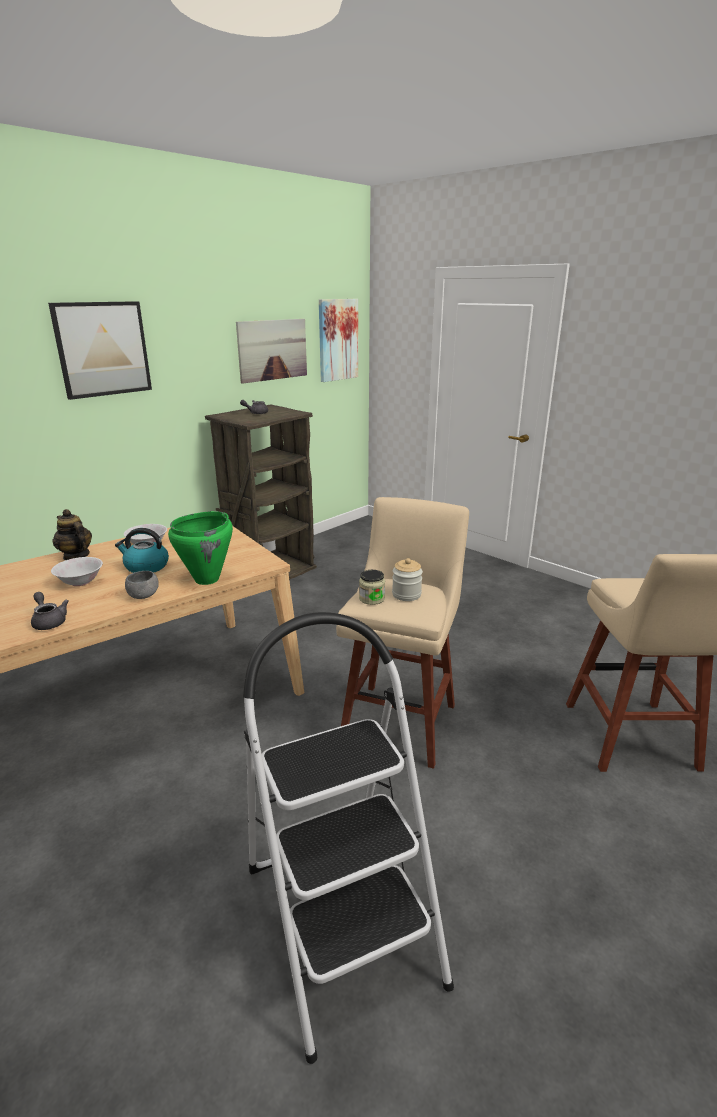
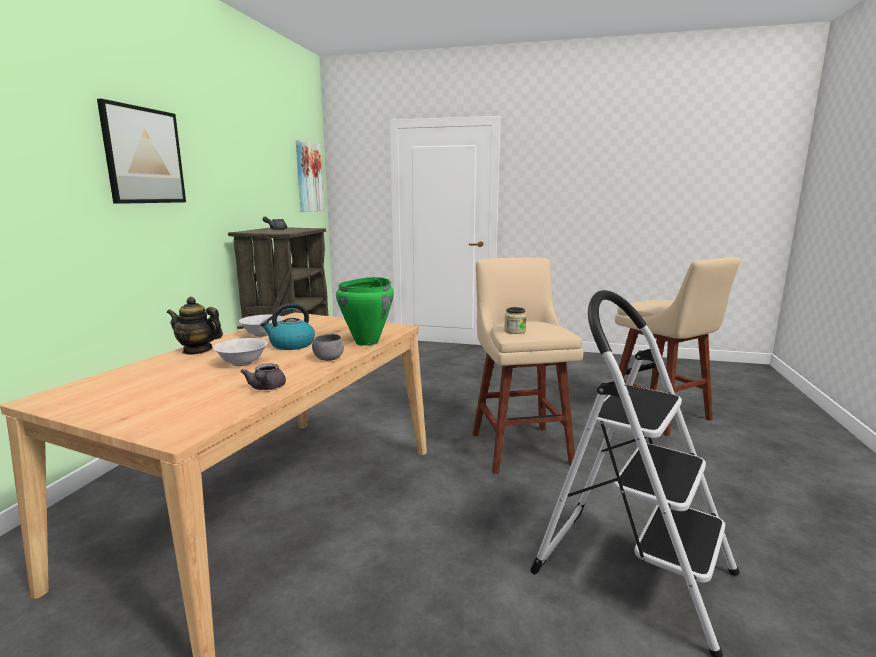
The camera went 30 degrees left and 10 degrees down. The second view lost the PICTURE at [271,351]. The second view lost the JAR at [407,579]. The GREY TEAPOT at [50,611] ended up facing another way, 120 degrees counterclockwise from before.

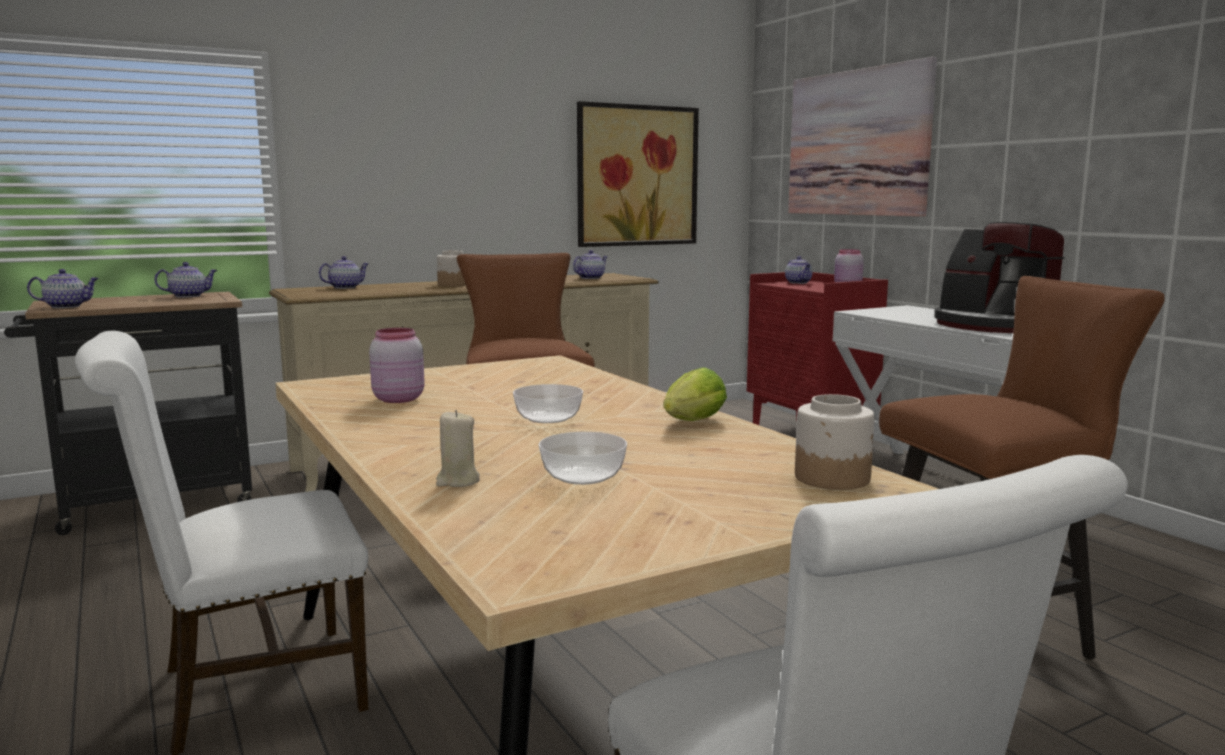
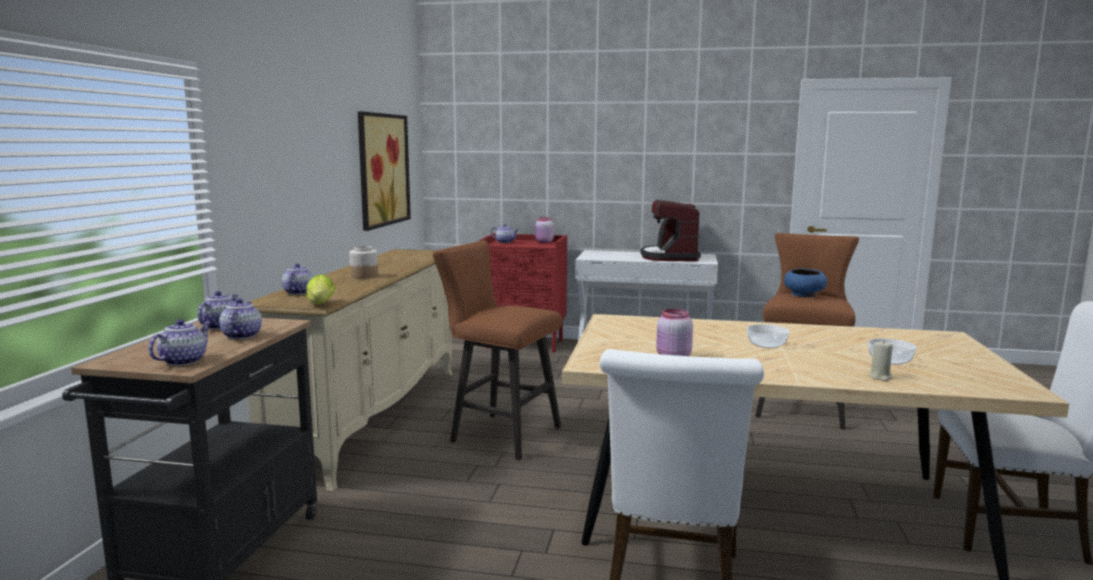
The camera went 50 degrees left and 0 degrees up. The second view lost the PICTURE at [862,137]. The second view lost the JAR at [835,442]. The second view gained the BLUE BOWL at [805,282]. The TEAPOT ended up elsewhere, having gone from [590,264] to [240,318]. The LETTUCE ended up elsewhere, having gone from [695,394] to [320,289]. The COFFEE MACHINE at [999,277] ended up facing another way, 90 degrees clockwise from before.

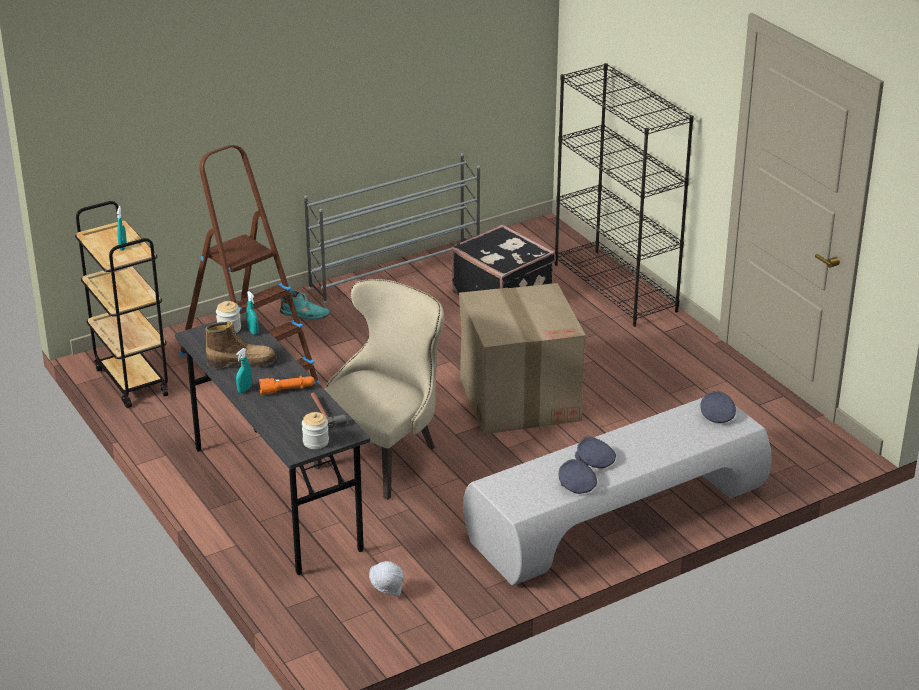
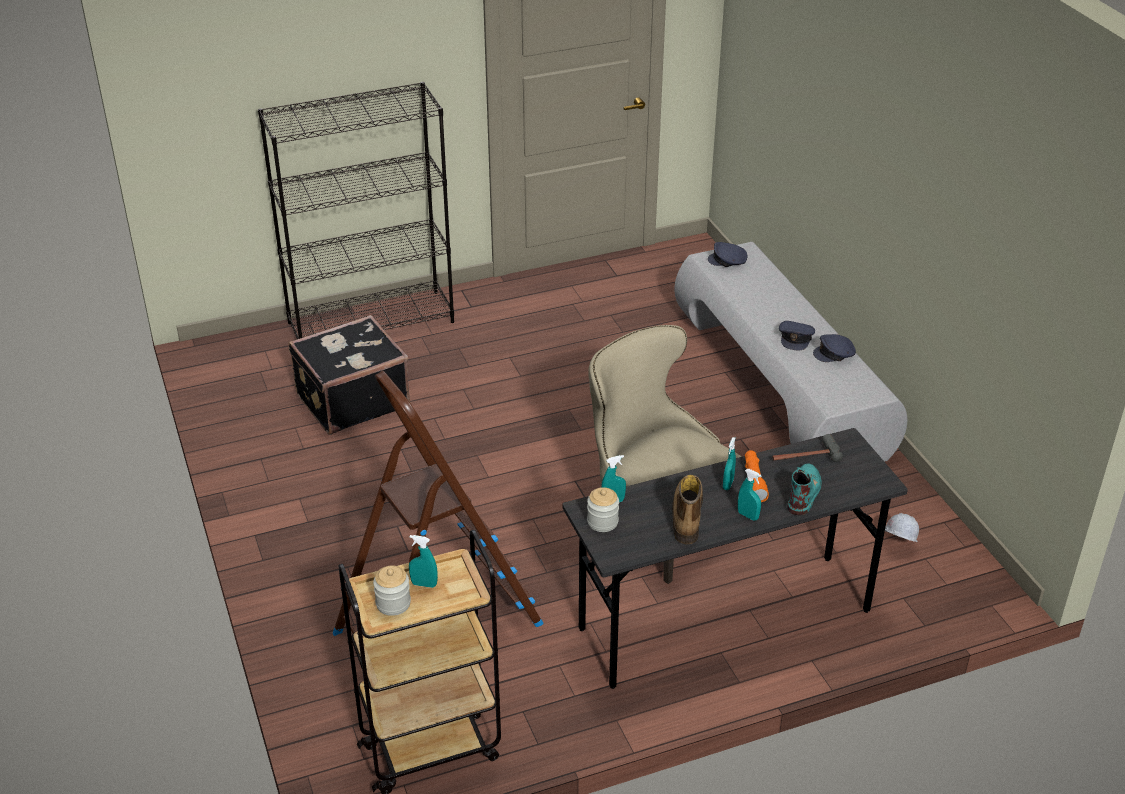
The camera went 80 degrees left and 5 degrees up. The second view lost the GREY SHOE RACK at [392,228]. The second view lost the CARDBOARD BOX at [522,358]. The second view gained the TURQUOISE SPRAY BOTTLE at [729,463]. The TURQUOISE BOOT ended up elsewhere, having gone from [305,304] to [804,489]. The JAR ended up elsewhere, having gone from [315,430] to [392,591]. The GREY CAP at [595,453] ended up facing another way, 45 degrees counterclockwise from before.

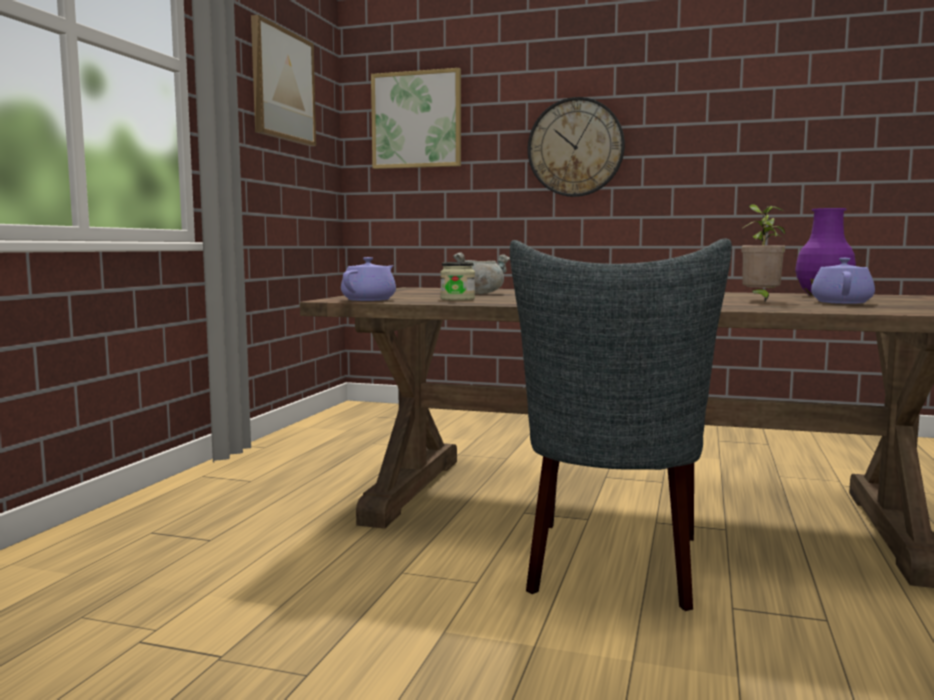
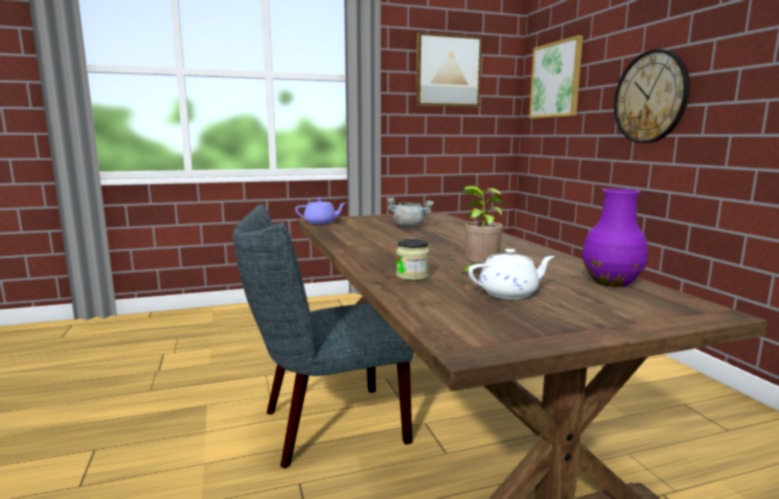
The camera went 55 degrees right and 5 degrees up. The JAR ended up elsewhere, having gone from [457,281] to [413,259]. What was the PURPLE TEAPOT at [843,281] turned into the WHITE TEAPOT at [511,274].

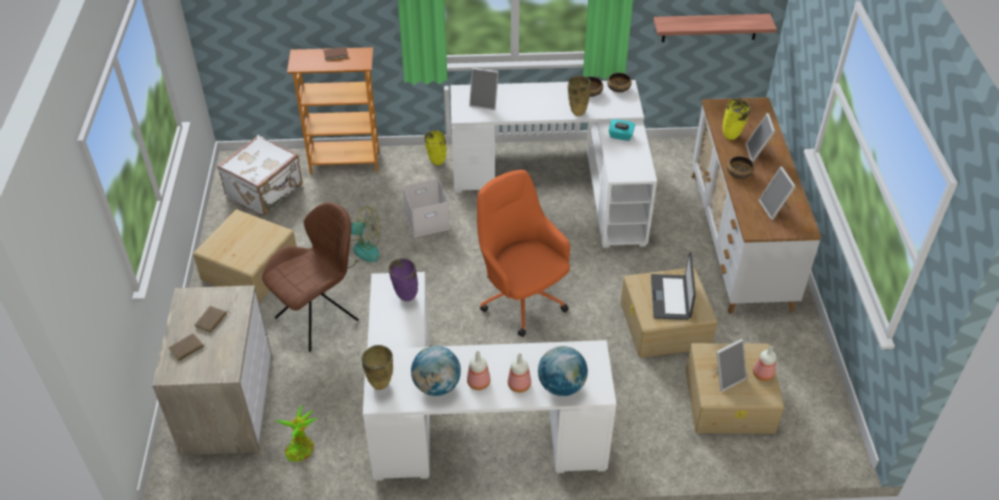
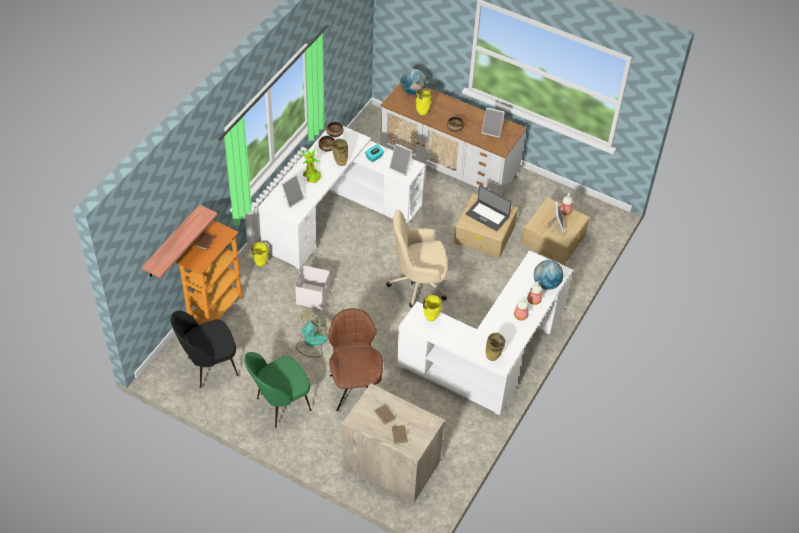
The camera went 60 degrees left and 5 degrees up. The POTTED PLANT ended up elsewhere, having gone from [296,433] to [311,166]. The GLOBE ended up elsewhere, having gone from [436,371] to [414,82]. The SHELF ended up elsewhere, having gone from [715,28] to [180,241]. The PICTURE FRAME ended up elsewhere, having gone from [760,137] to [400,159]. Where the BEIGE STORAGE BOX stood at [245,256], the GREEN CHAIR came to stand at [278,390]. Where the WHITE SUITCASE stood at [260,175], the BLACK CHAIR came to stand at [204,349]. What was the PURPLE VASE at [403,279] turned into the YELLOW VASE at [432,308]. What was the ORANGE OFFICE CHAIR at [523,253] turned into the BEIGE OFFICE CHAIR at [417,259].

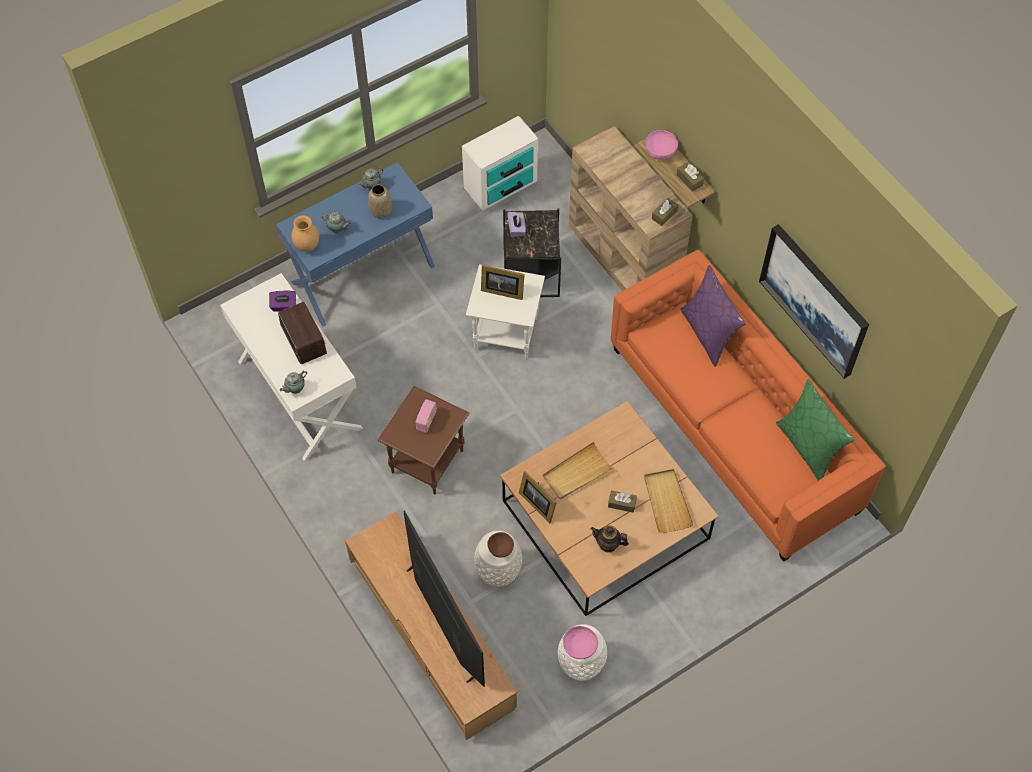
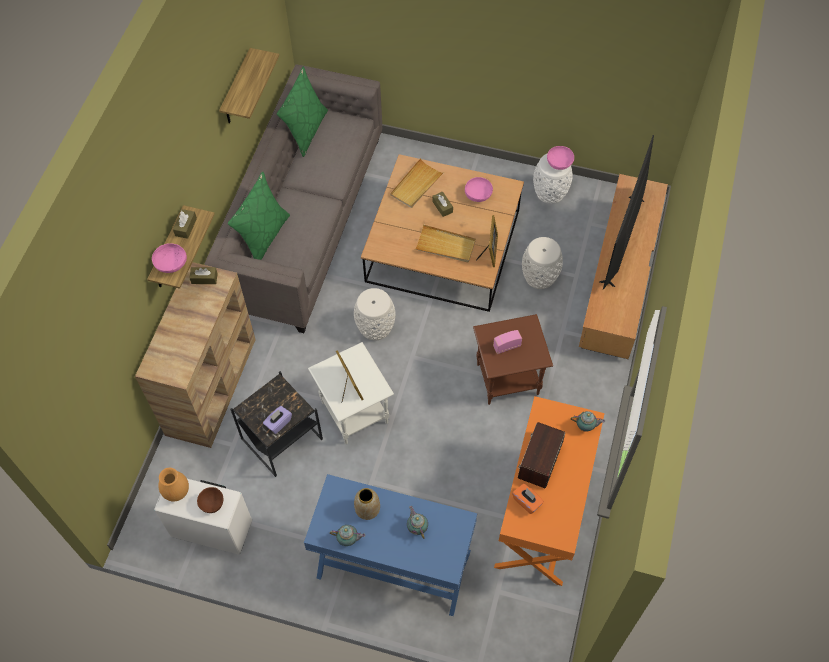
The camera went 130 degrees left and 0 degrees up. The second view gained the WHITE STOOL at [375,314]. The BROWN VASE ended up elsewhere, having gone from [305,233] to [173,485]. The BROWN BOWL ended up elsewhere, having gone from [500,545] to [210,500]. Where the TEAPOT stood at [610,539], the PINK BOWL came to stand at [479,189]. Where the PICTURE hung at [814,301], the SHELF came to hang at [249,85]. What was the WHITE CONSOLE TABLE at [291,367] turned into the ORANGE CONSOLE TABLE at [549,491]. What was the PURPLE TISSUE BOX at [282,301] turned into the ORANGE TISSUE BOX at [528,498]. What was the ORANGE SOFA at [748,406] turned into the GREY SOFA at [293,198]. What was the PURPLE PILLOW at [713,316] turned into the GREEN PILLOW at [259,215].

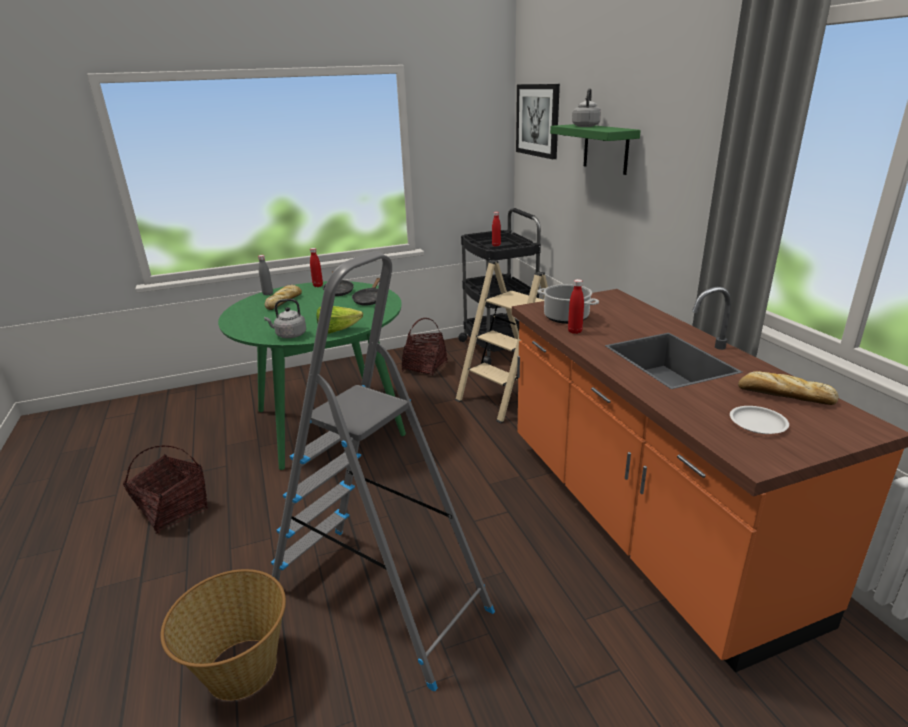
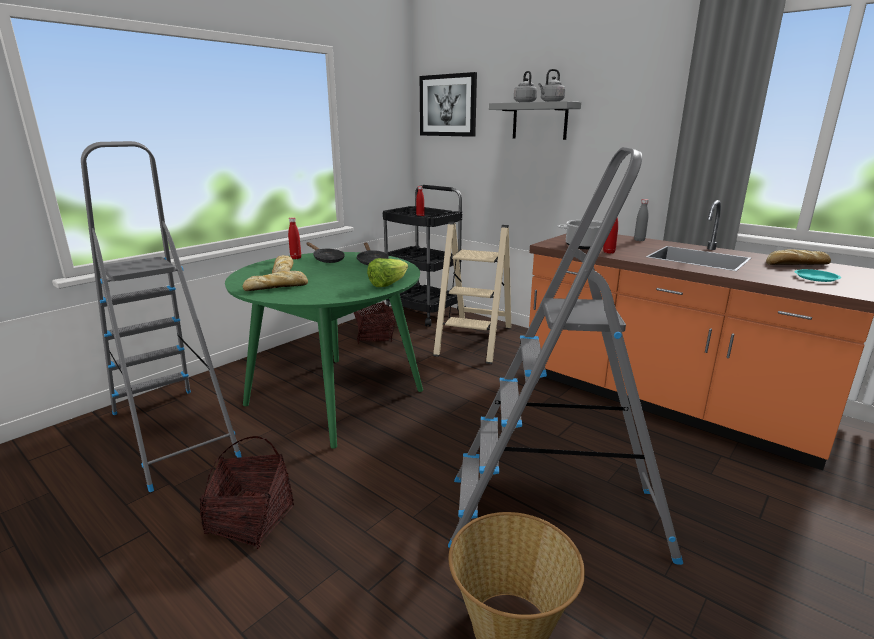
The camera went 30 degrees left and 5 degrees down. The second view gained the GREY STEP LADDER at [161,316]. The second view gained the BREAD at [275,281]. The GREY BOTTLE ended up elsewhere, having gone from [265,275] to [641,220]. The GREY KETTLE ended up elsewhere, having gone from [285,318] to [551,85]. What was the GREEN SHELF at [595,149] turned into the GREY SHELF at [535,120]. What was the WHITE PLATE at [759,420] turned into the TURQUOISE PLATE at [817,275].

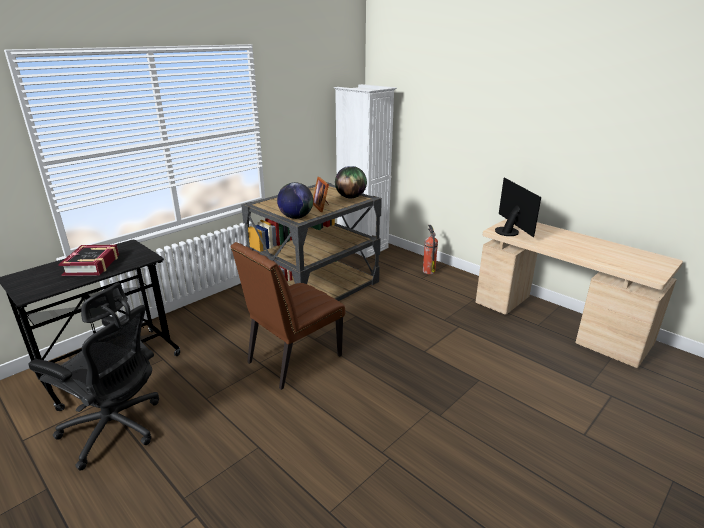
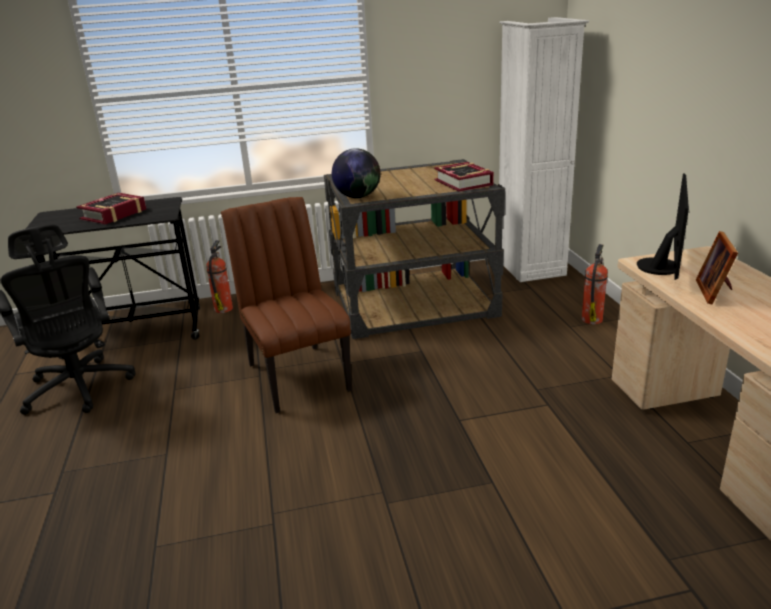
The camera went 35 degrees right and 0 degrees up. The second view gained the FIRE EXTINGUISHER at [219,276]. The PICTURE FRAME ended up elsewhere, having gone from [321,194] to [717,267]. Where the GLOBE stood at [351,182], the BOOK came to stand at [464,177]. The BROWN CHAIR at [288,316] ended up facing another way, 75 degrees clockwise from before.

